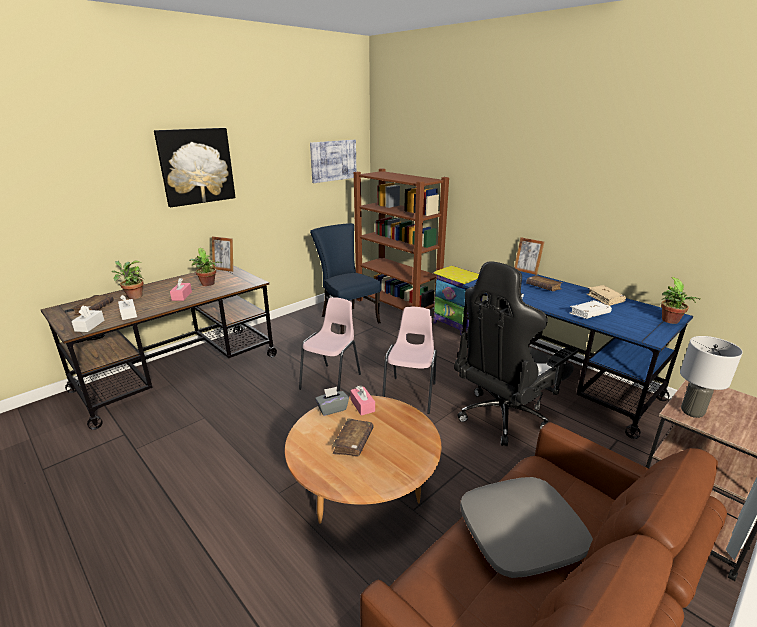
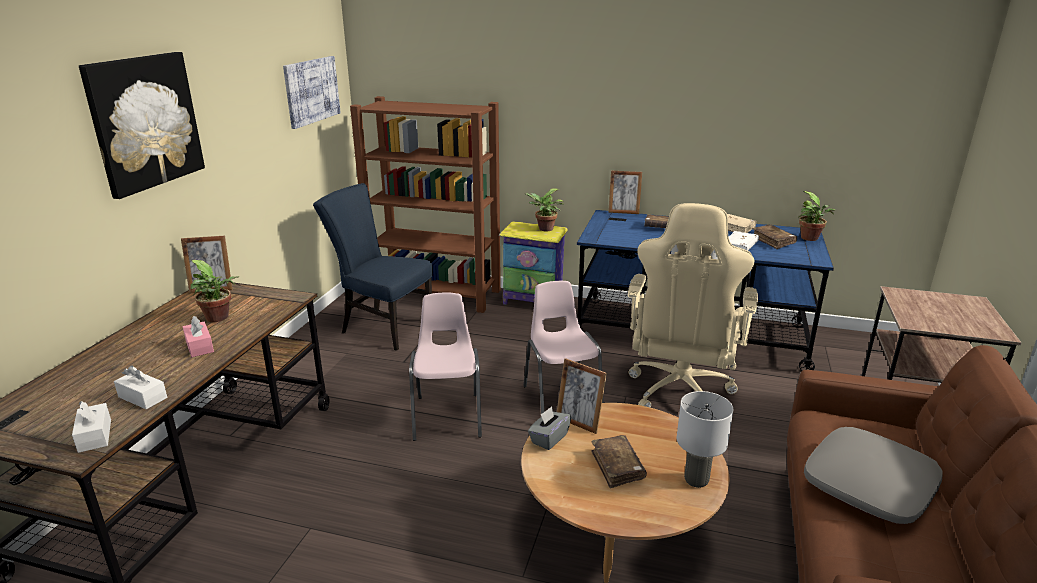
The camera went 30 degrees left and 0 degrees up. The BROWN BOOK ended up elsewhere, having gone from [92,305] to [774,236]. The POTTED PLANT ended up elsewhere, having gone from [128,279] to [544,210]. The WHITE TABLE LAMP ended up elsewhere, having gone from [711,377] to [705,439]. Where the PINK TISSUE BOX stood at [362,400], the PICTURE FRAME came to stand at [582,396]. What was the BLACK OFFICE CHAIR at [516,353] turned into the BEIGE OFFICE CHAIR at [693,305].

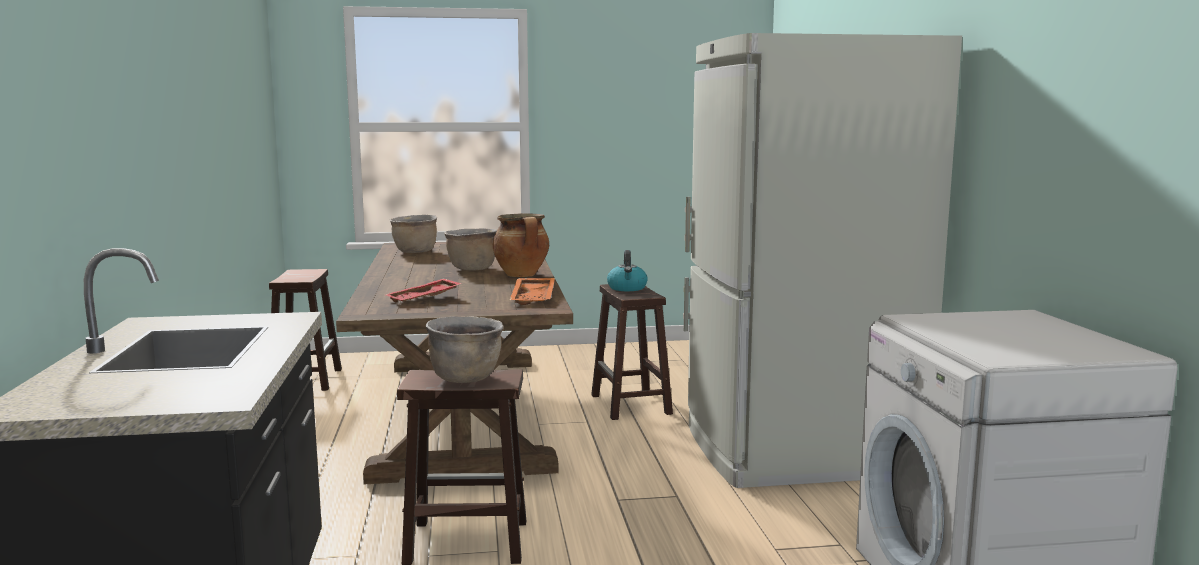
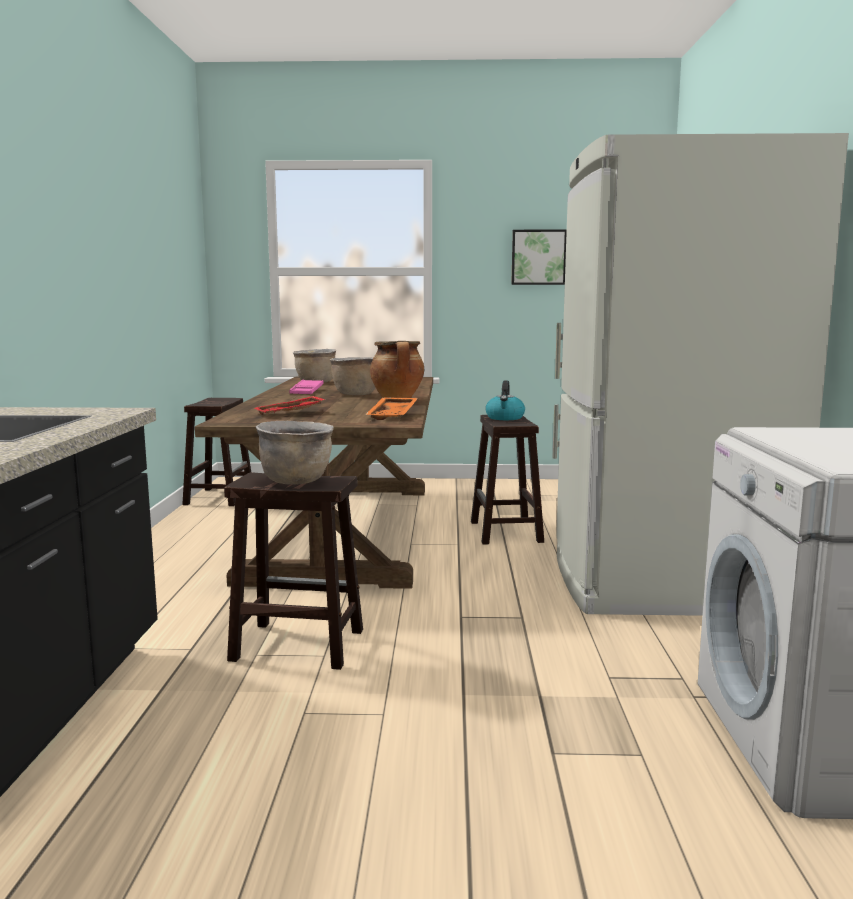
The camera went 10 degrees right and 0 degrees up. The second view gained the PINK TRAY at [306,386]. The second view gained the PICTURE at [539,257].

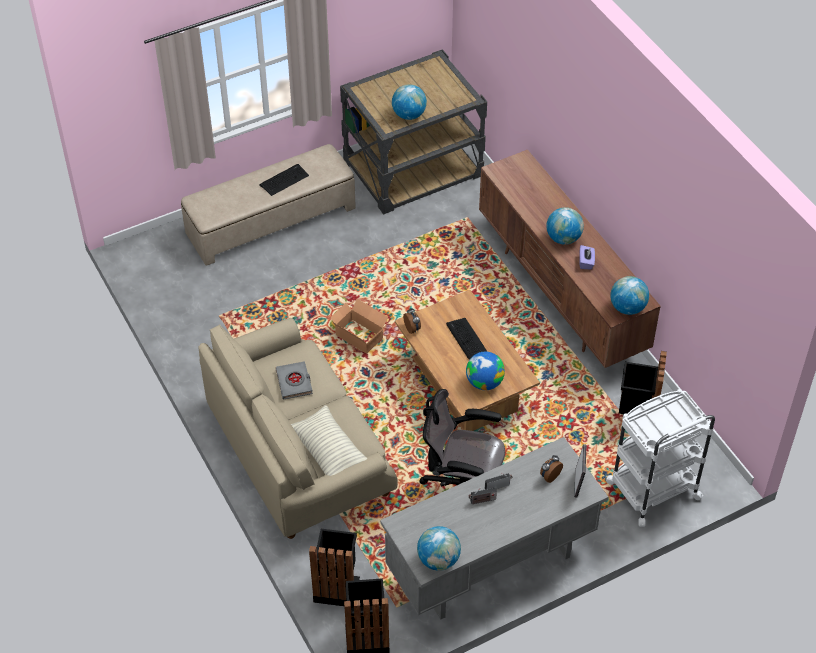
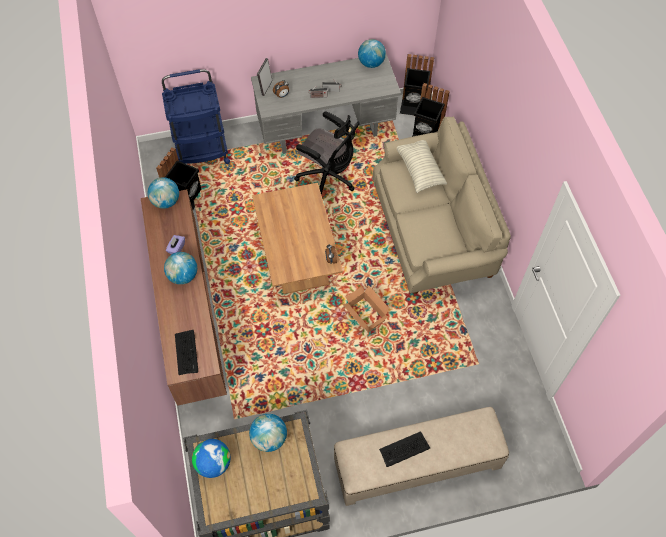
The camera went 165 degrees left and 10 degrees up. The second view lost the GREY BOOK at [294,380]. The KEYBOARD ended up elsewhere, having gone from [467,339] to [186,352]. The GLOBE ended up elsewhere, having gone from [485,371] to [211,458]. What was the WHITE CART at [660,458] turned into the BLUE CART at [196,116].

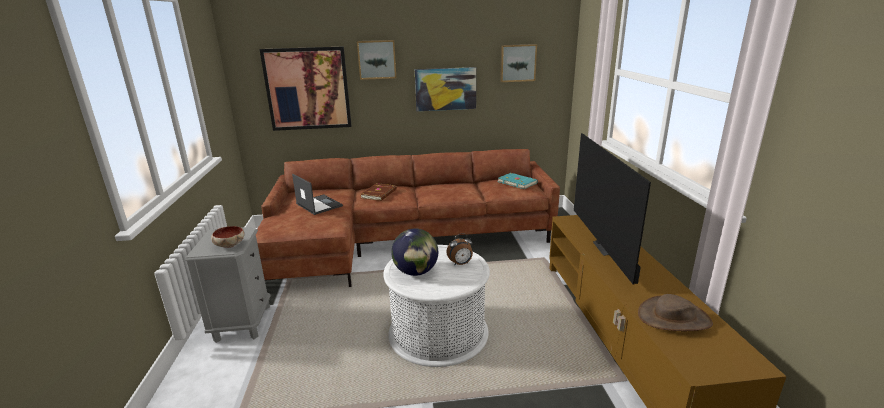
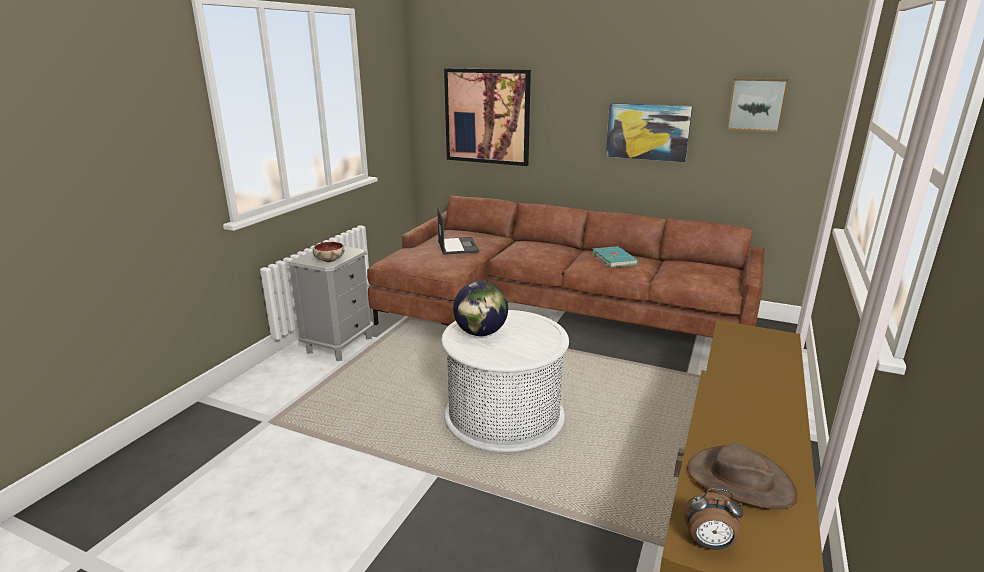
The camera went 30 degrees right and 0 degrees up. The second view lost the PICTURE at [376,60]. The second view lost the BROWN BOOK at [378,192]. The second view lost the TELEVISION at [612,208]. The ALARM CLOCK ended up elsewhere, having gone from [460,249] to [713,519]. The TURQUOISE BOOK ended up elsewhere, having gone from [518,181] to [615,257].

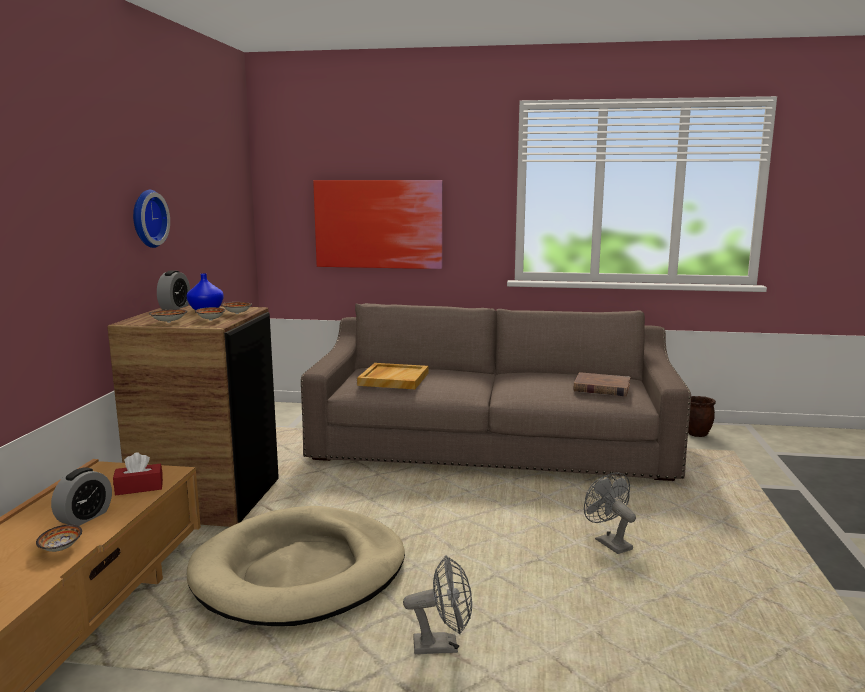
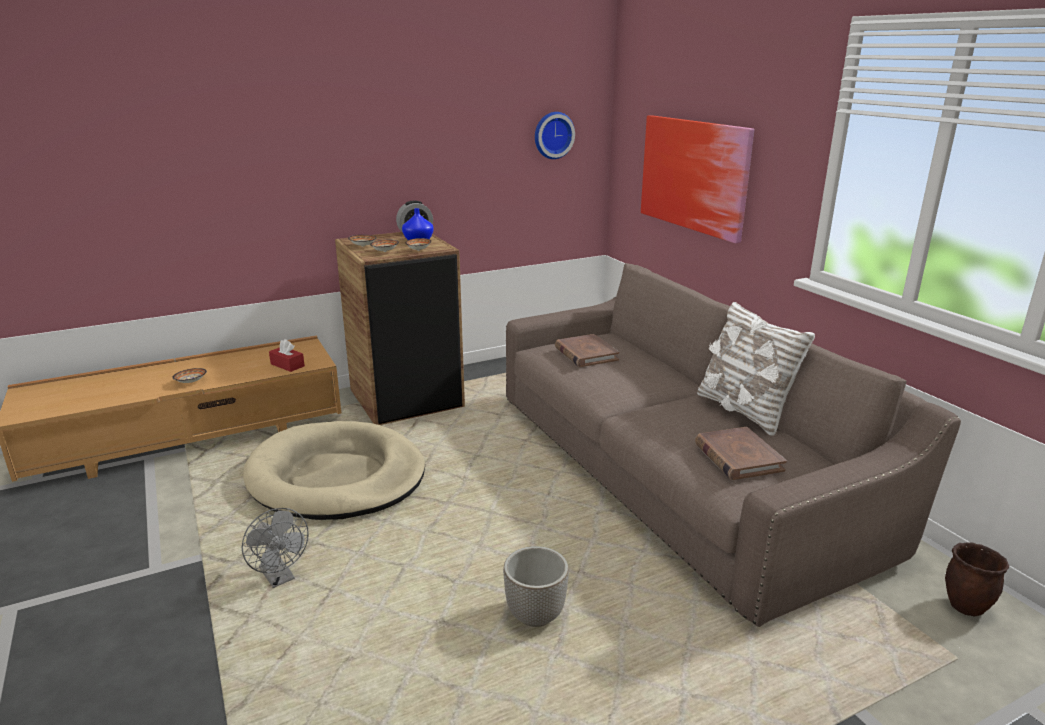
The camera went 55 degrees right and 10 degrees up. The second view lost the ALARM CLOCK at [81,496]. The second view gained the WHITE PILLOW at [756,369]. The WALL CLOCK ended up elsewhere, having gone from [151,219] to [555,135]. Where the BEIGE TRAY stood at [392,376], the BROWN BOOK came to stand at [587,350]. Where the GREY FAN stood at [610,513], the PLANTER came to stand at [536,586].

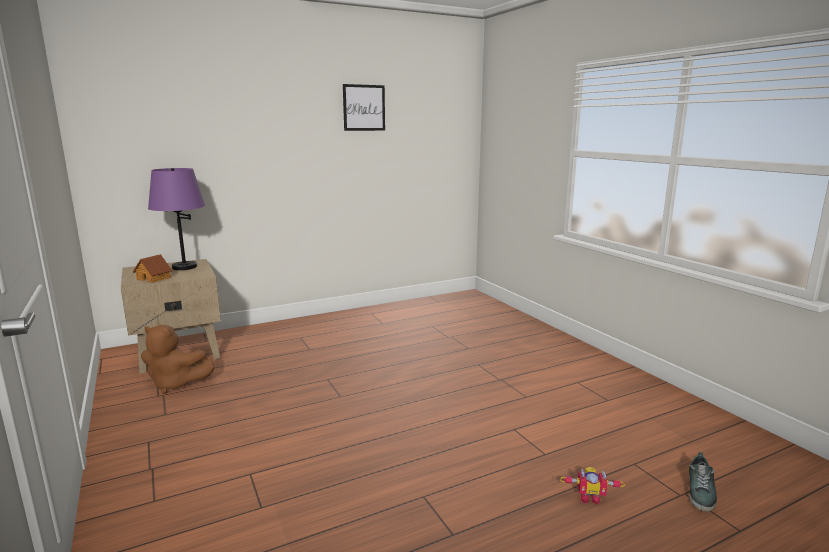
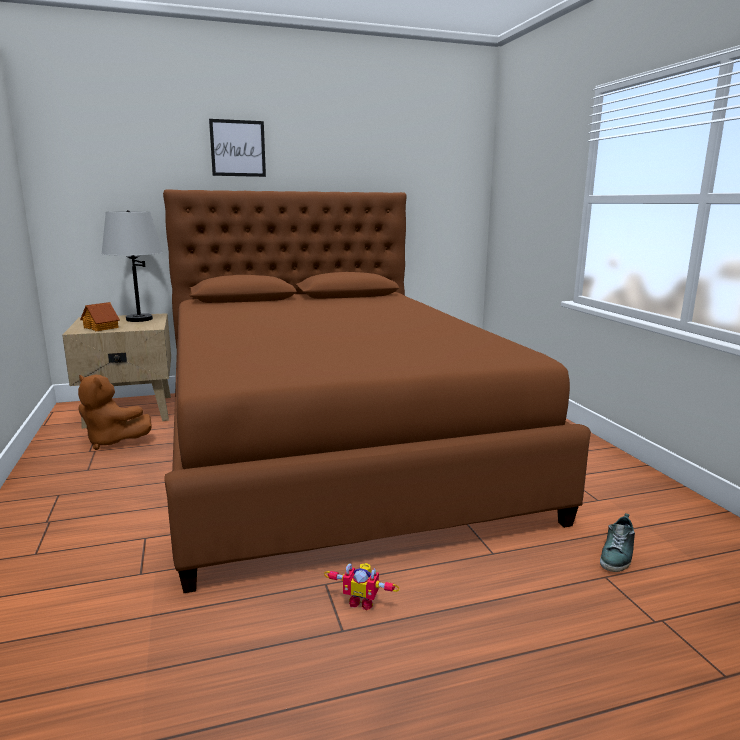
The camera went 10 degrees right and 0 degrees up. The second view gained the BROWN BED at [377,391]. The PICTURE ended up elsewhere, having gone from [364,107] to [237,148]. The TOY ROBOT ended up elsewhere, having gone from [592,485] to [362,586]. The SHOE ended up elsewhere, having gone from [703,482] to [617,542]. What was the PURPLE TABLE LAMP at [176,219] turned into the GREY TABLE LAMP at [132,266].

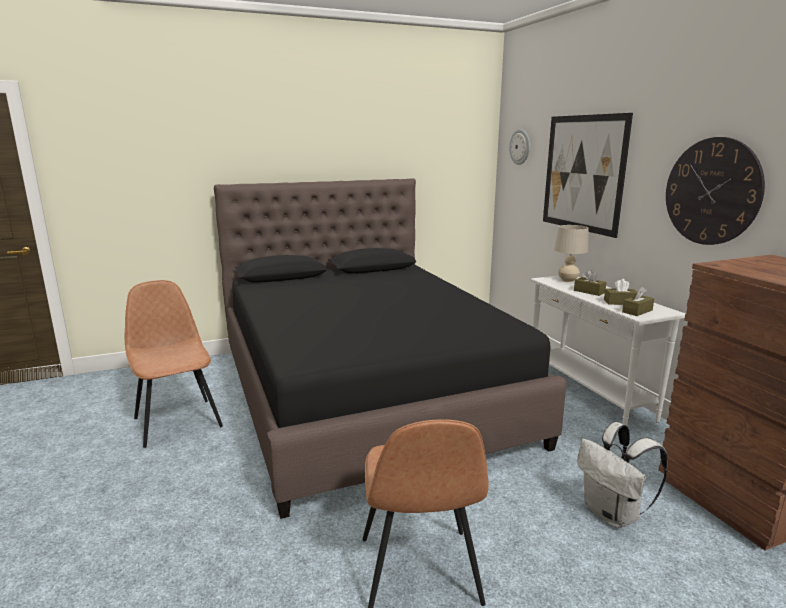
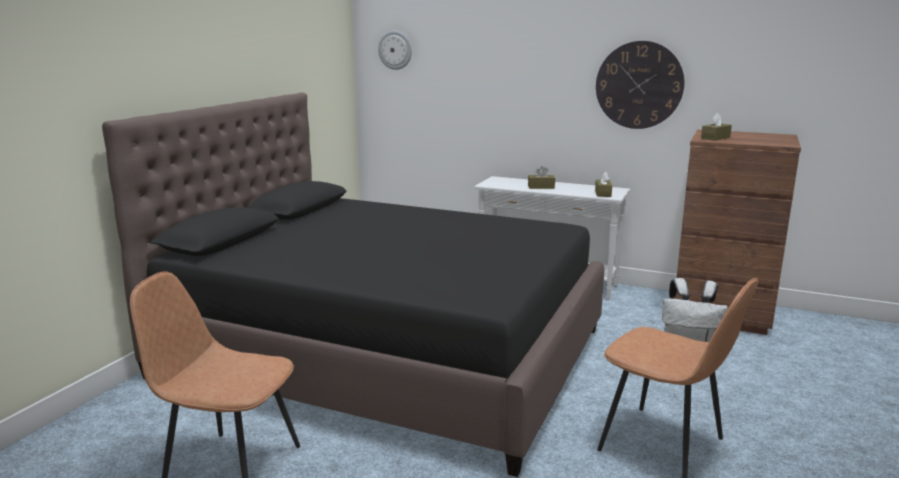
The camera went 45 degrees left and 0 degrees up. The second view lost the PICTURE at [588,175]. The second view lost the BEIGE TABLE LAMP at [571,253]. The BROWN TISSUE BOX ended up elsewhere, having gone from [621,292] to [716,127].

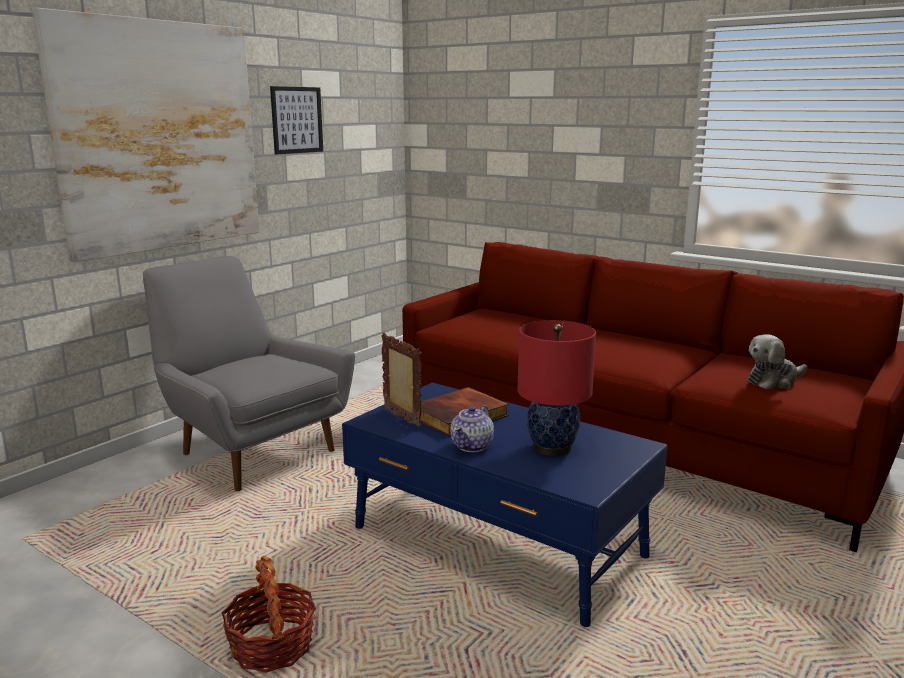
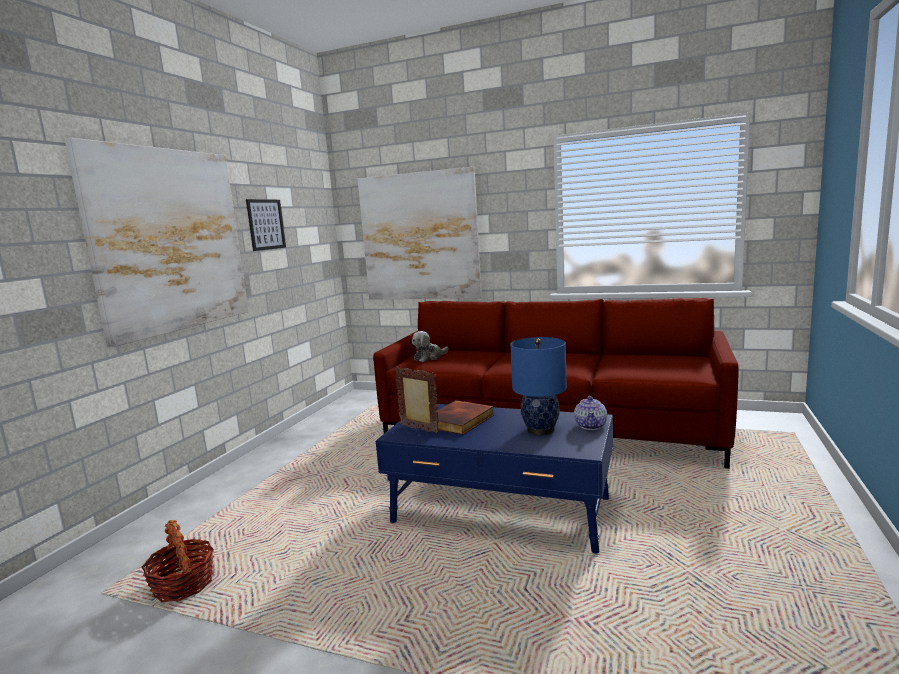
The camera went 15 degrees left and 5 degrees down. The second view lost the GREY ARMCHAIR at [249,373]. The second view gained the PICTURE at [420,233]. The BASKET ended up elsewhere, having gone from [268,614] to [178,561]. The TEAPOT ended up elsewhere, having gone from [472,428] to [590,413]. The PLUSH TOY ended up elsewhere, having gone from [777,361] to [430,346]. What was the RED TABLE LAMP at [556,388] turned into the BLUE TABLE LAMP at [538,386].

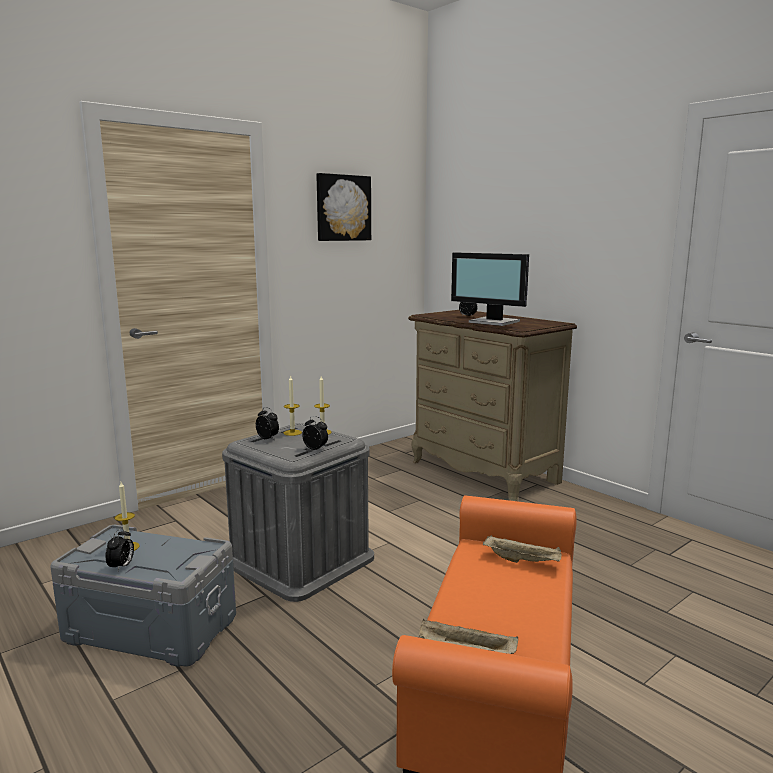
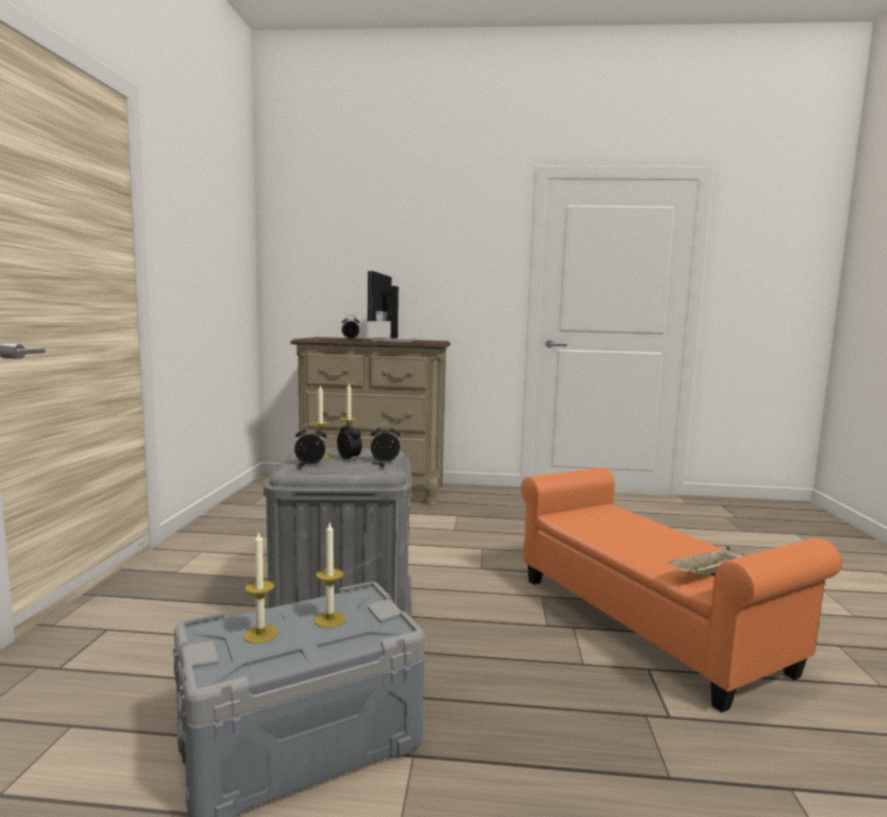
The camera went 45 degrees left and 5 degrees down. The second view lost the PICTURE at [343,207]. The second view lost the BEIGE TRAY at [522,549]. The second view gained the CANDLE at [330,575]. The ALARM CLOCK ended up elsewhere, having gone from [119,549] to [349,440]. The MONITOR at [490,289] ended up facing another way, 105 degrees clockwise from before.

